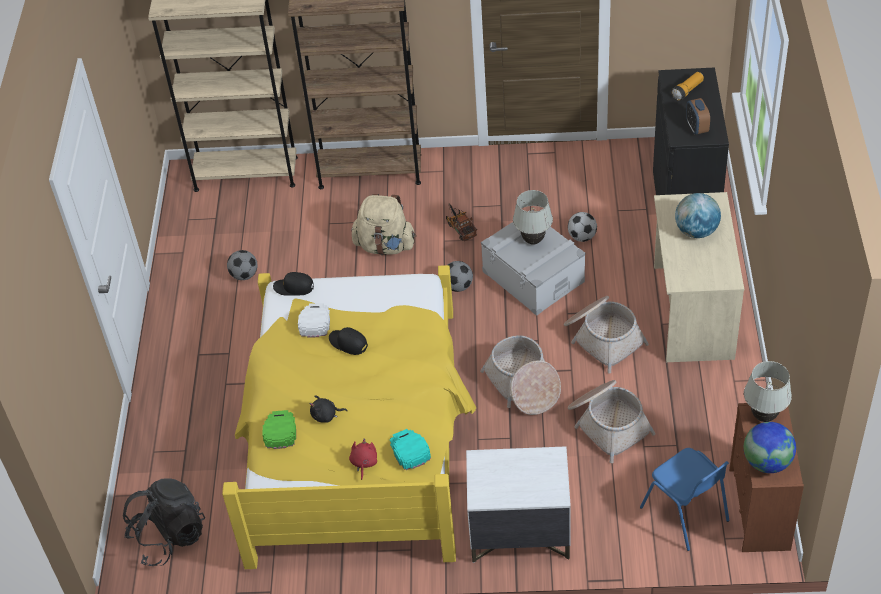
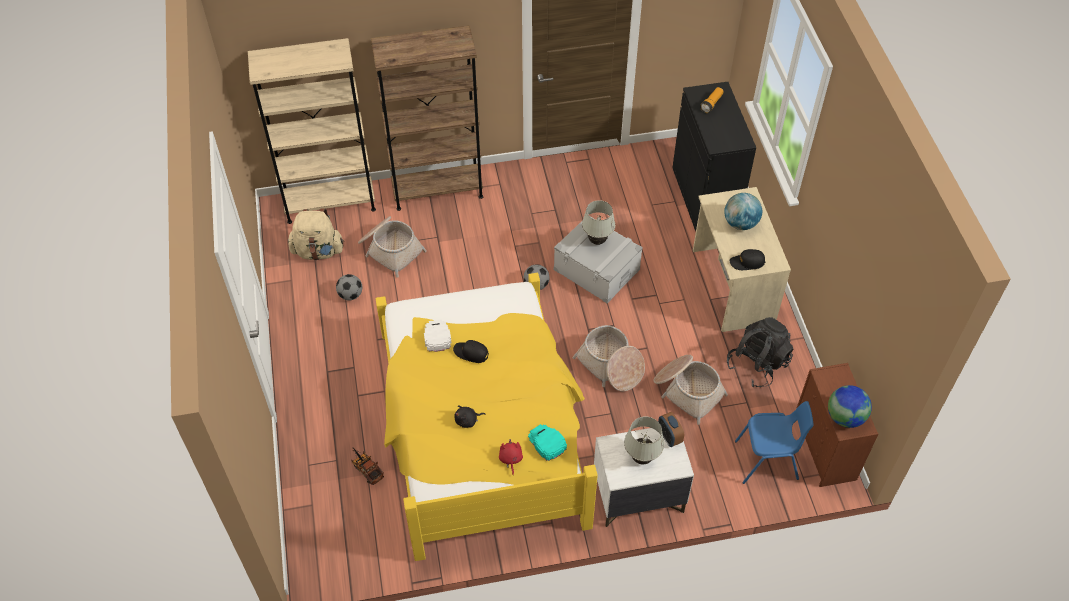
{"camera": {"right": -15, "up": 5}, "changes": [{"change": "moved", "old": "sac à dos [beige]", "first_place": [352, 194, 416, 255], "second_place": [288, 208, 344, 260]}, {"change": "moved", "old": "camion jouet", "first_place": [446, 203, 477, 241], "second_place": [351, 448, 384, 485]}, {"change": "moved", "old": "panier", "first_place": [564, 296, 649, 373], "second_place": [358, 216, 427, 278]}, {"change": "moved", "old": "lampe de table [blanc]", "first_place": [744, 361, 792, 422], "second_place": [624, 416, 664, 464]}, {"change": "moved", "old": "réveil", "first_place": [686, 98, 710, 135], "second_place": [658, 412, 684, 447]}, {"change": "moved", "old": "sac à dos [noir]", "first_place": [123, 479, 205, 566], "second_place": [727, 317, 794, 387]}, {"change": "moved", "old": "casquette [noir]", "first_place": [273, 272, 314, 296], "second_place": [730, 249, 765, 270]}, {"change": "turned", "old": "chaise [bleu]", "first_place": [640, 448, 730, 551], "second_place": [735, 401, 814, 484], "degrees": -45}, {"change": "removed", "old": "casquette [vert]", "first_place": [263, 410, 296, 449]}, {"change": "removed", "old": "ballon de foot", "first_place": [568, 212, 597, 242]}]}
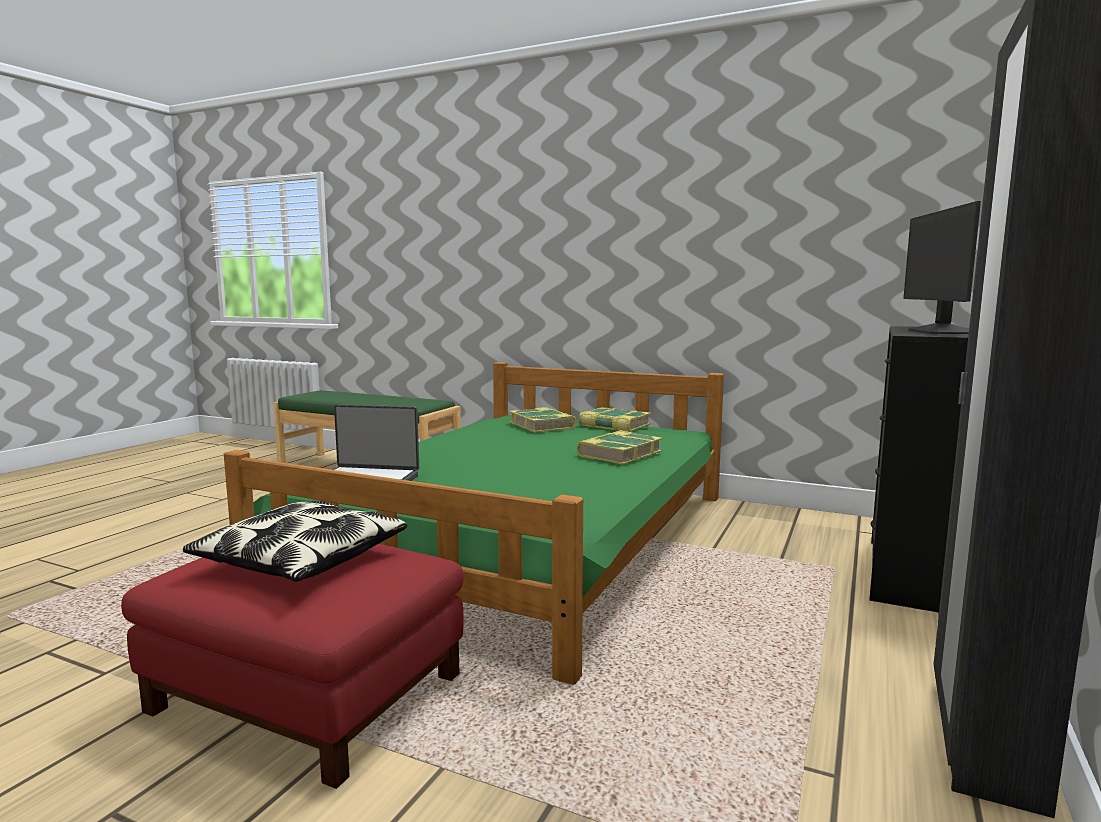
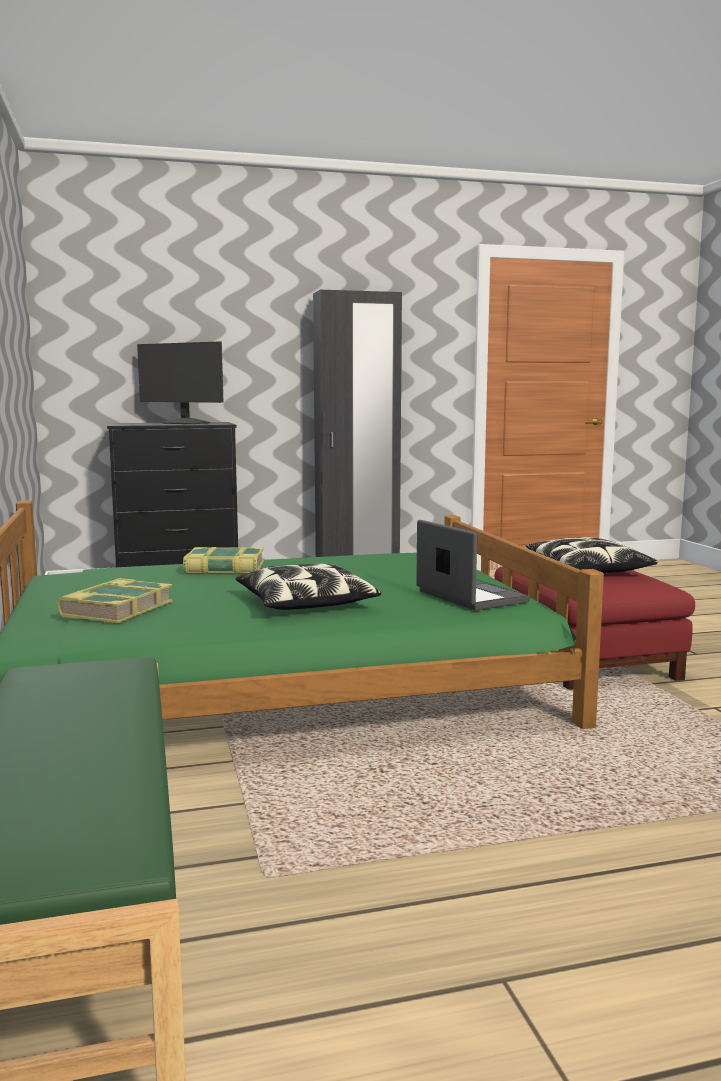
{"camera": {"right": -130, "up": 0}, "changes": [{"change": "turned", "old": "écran d'ordinateur", "first_place": [903, 201, 981, 334], "second_place": [137, 341, 224, 424], "degrees": 60}, {"change": "added", "new": "coussin", "second_place": [236, 564, 381, 610]}, {"change": "removed", "old": "livre", "first_place": [579, 407, 651, 432]}]}
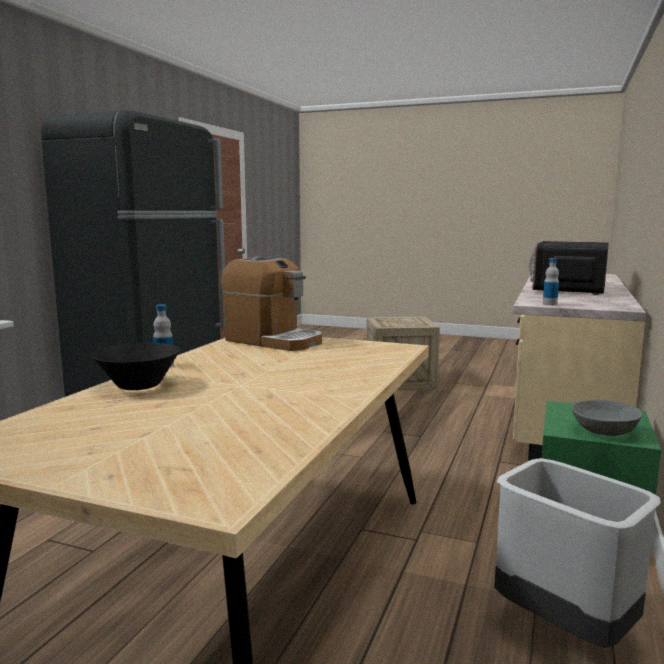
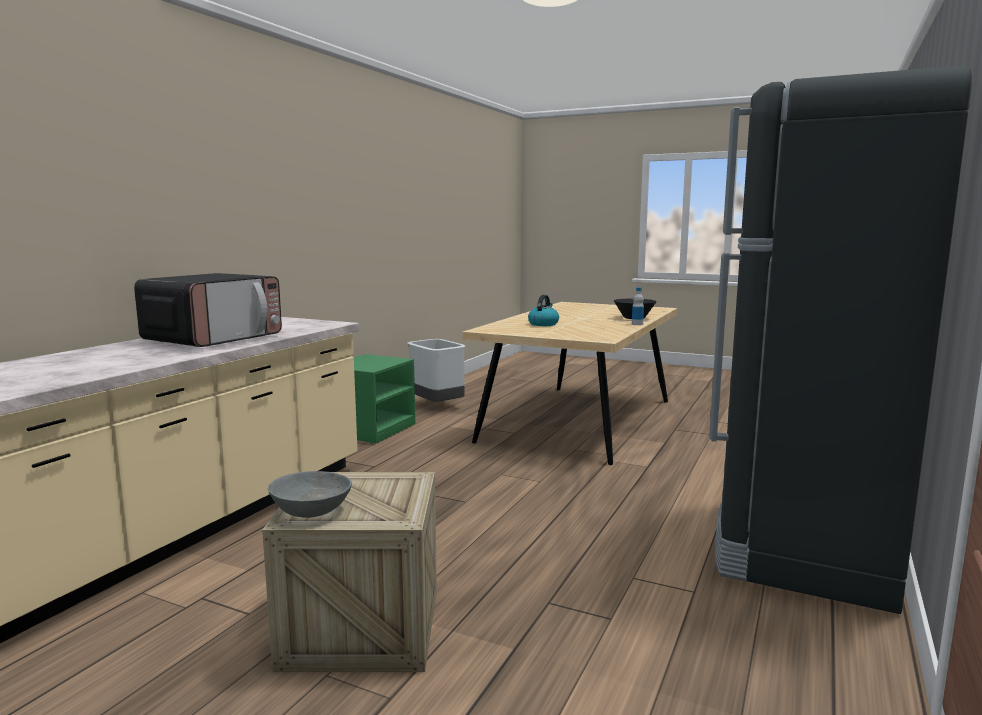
{"camera": {"right": -175, "up": 0}, "changes": [{"change": "moved", "old": "bol [gris]", "first_place": [572, 400, 642, 436], "second_place": [268, 471, 352, 518]}, {"change": "added", "new": "bouilloire", "second_place": [528, 295, 559, 326]}, {"change": "removed", "old": "machine à café", "first_place": [221, 257, 322, 351]}, {"change": "removed", "old": "bouteille", "first_place": [543, 258, 559, 305]}]}
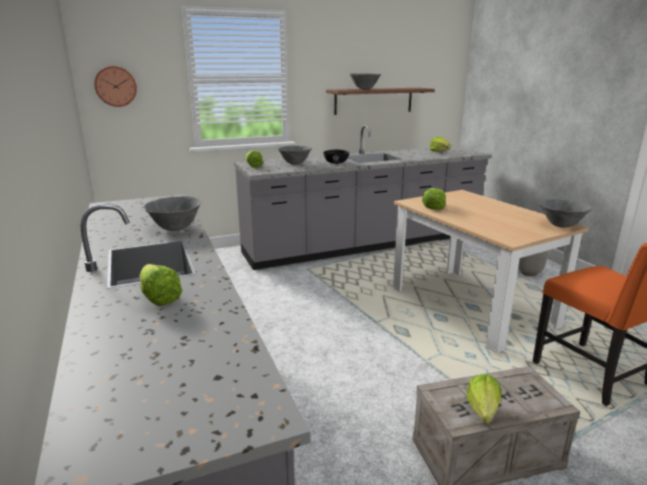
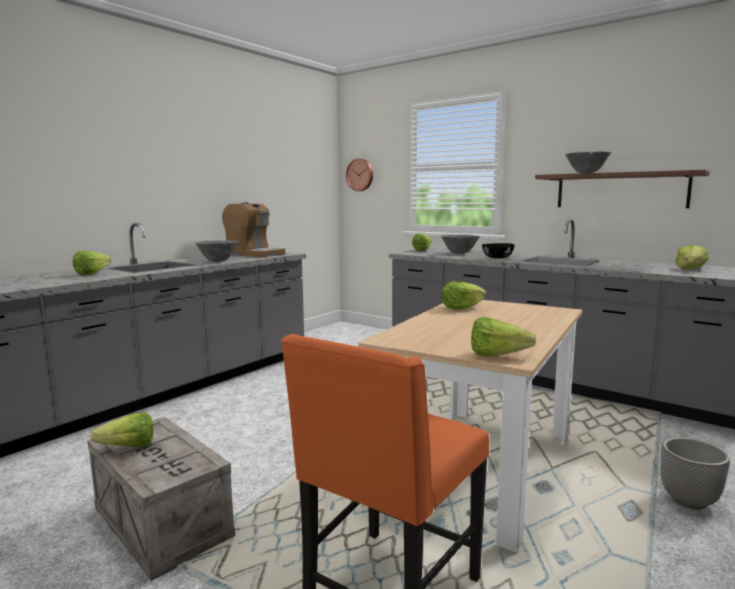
{"camera": {"right": 60, "up": -10}, "changes": [{"change": "added", "new": "machine à café", "second_place": [222, 202, 285, 258]}, {"change": "replaced", "old": "bol [gris]", "new": "laitue", "first_place": [540, 199, 592, 228], "second_place": [471, 317, 537, 356]}]}
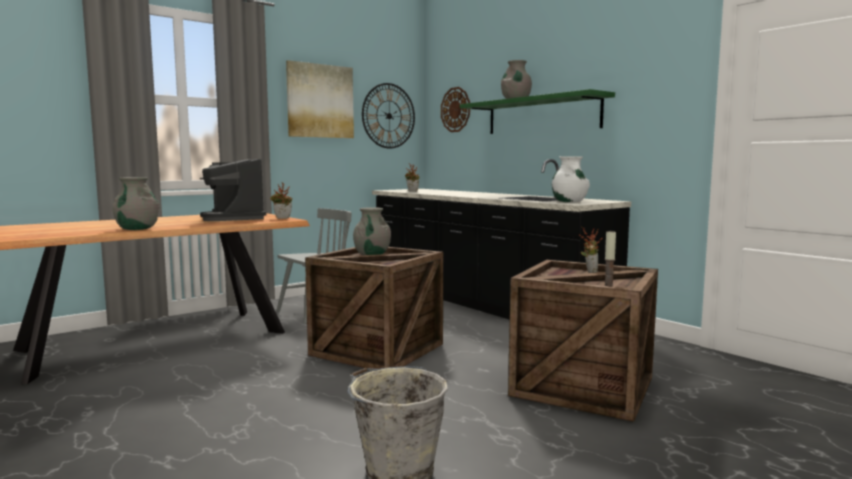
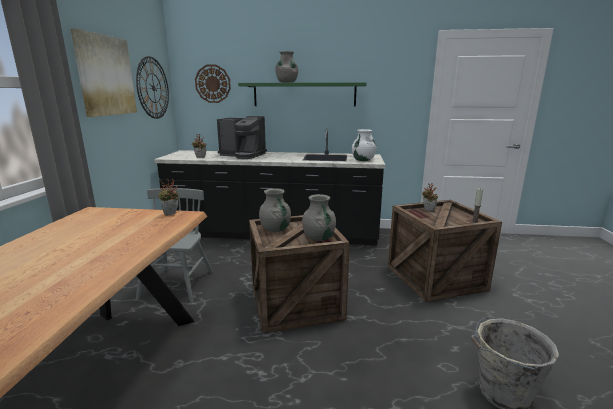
{"camera": {"right": -45, "up": 10}, "changes": [{"change": "moved", "old": "machine à café", "first_place": [200, 159, 266, 221], "second_place": [217, 116, 267, 159]}, {"change": "moved", "old": "vase [gris]", "first_place": [112, 177, 160, 230], "second_place": [302, 194, 336, 241]}]}
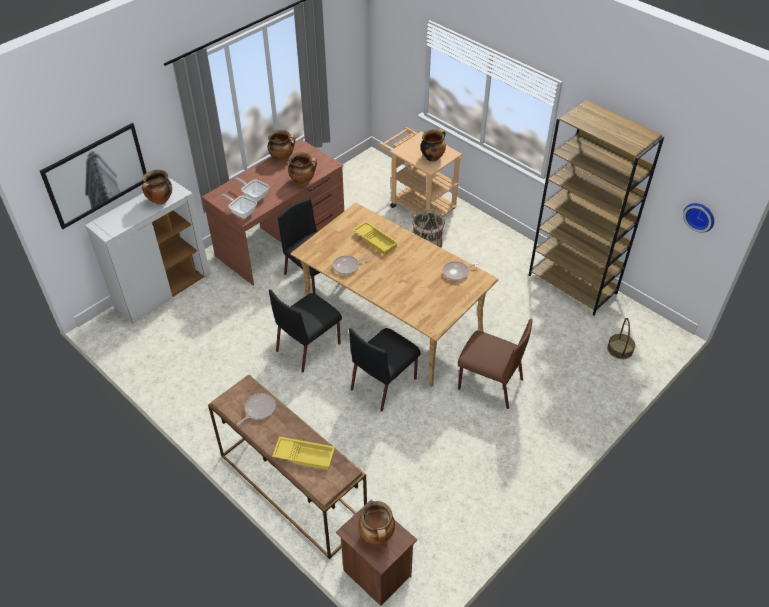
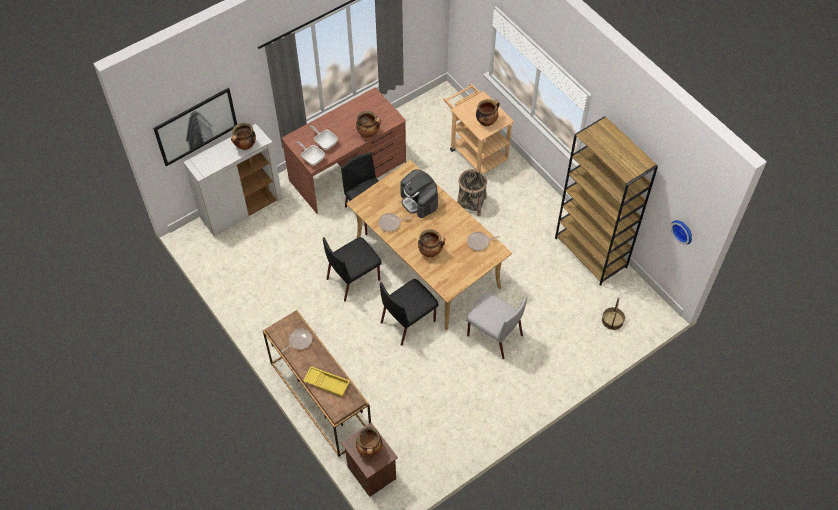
{"camera": {"right": 10, "up": 10}, "changes": [{"change": "replaced", "old": "plateau [jaune]", "new": "machine à café", "first_place": [353, 221, 398, 255], "second_place": [400, 169, 438, 218]}, {"change": "moved", "old": "marmite", "first_place": [268, 130, 295, 162], "second_place": [418, 229, 445, 257]}, {"change": "recoloured", "old": "chaise [marron]", "new": "chaise [gris]", "first_place": [458, 319, 532, 409], "second_place": [466, 292, 528, 359]}]}
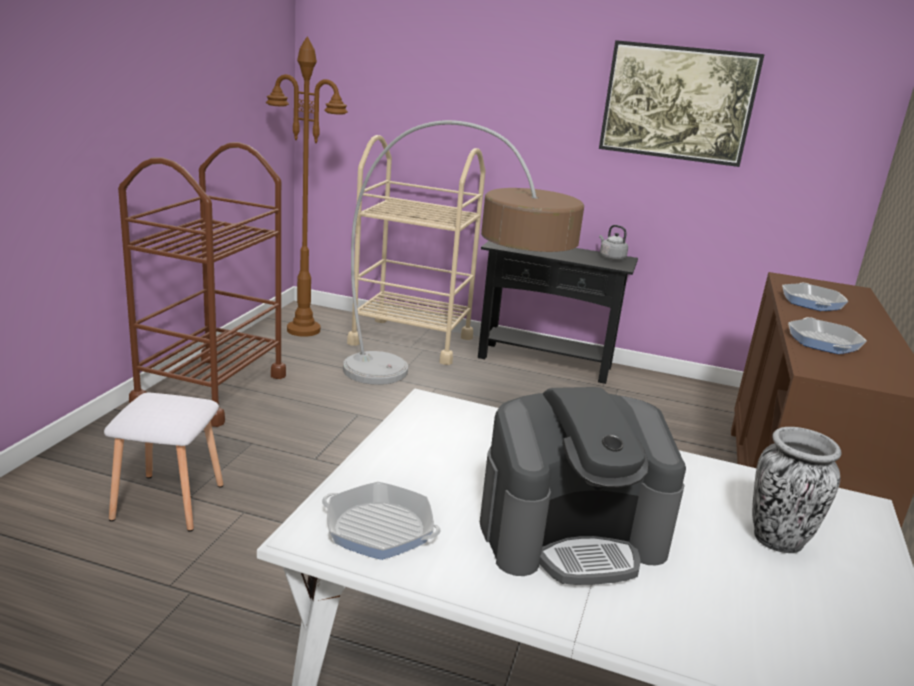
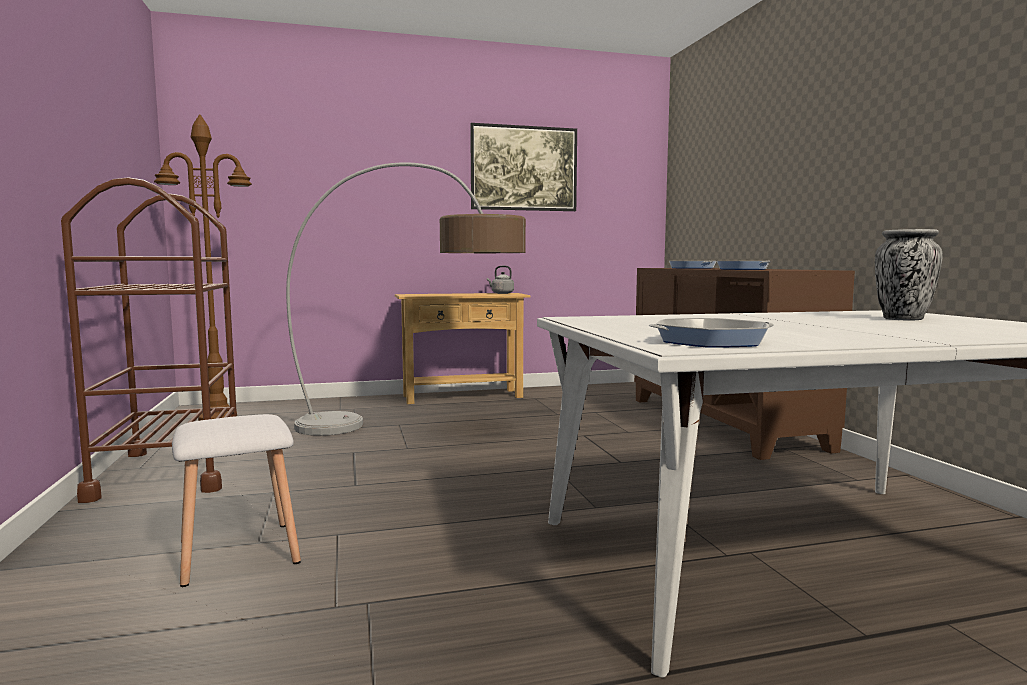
{"camera": {"right": -30, "up": -15}, "changes": [{"change": "recoloured", "old": "table console [noir]", "new": "table console [beige]", "first_place": [478, 241, 638, 384], "second_place": [395, 293, 531, 404]}, {"change": "removed", "old": "chariot [beige]", "first_place": [347, 135, 485, 365]}, {"change": "removed", "old": "machine à café", "first_place": [480, 387, 686, 585]}]}
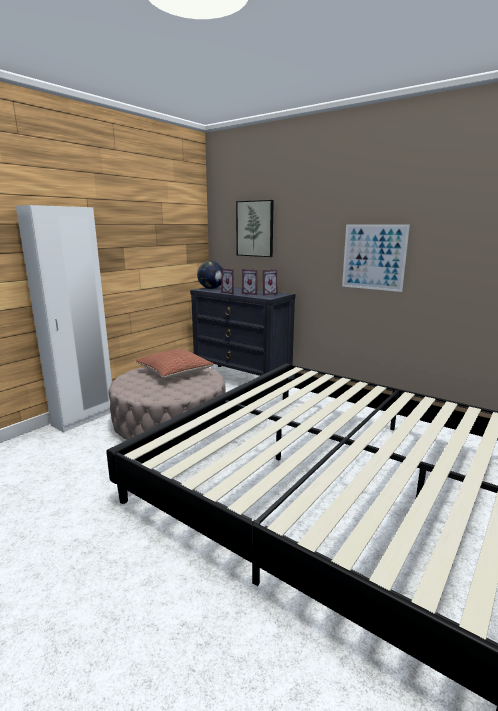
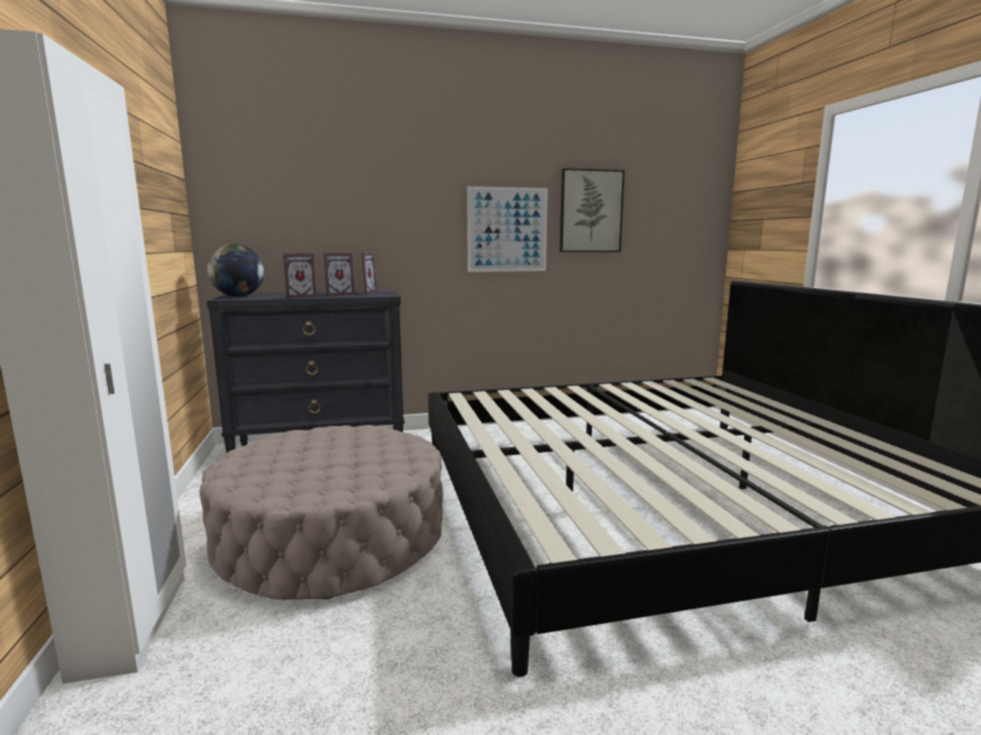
{"camera": {"right": -50, "up": -5}, "changes": [{"change": "moved", "old": "tableau", "first_place": [236, 200, 274, 257], "second_place": [560, 168, 625, 252]}, {"change": "removed", "old": "coussin", "first_place": [136, 349, 214, 378]}]}
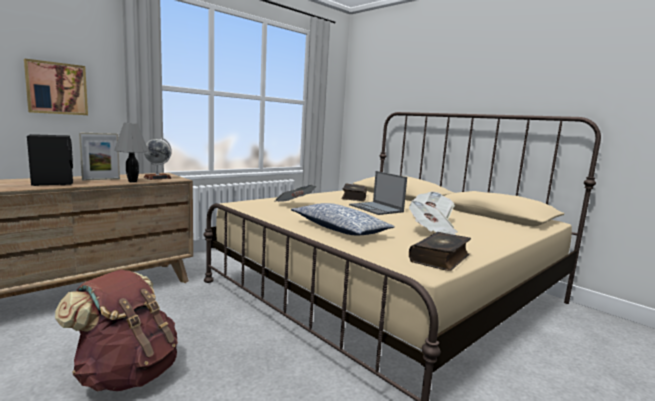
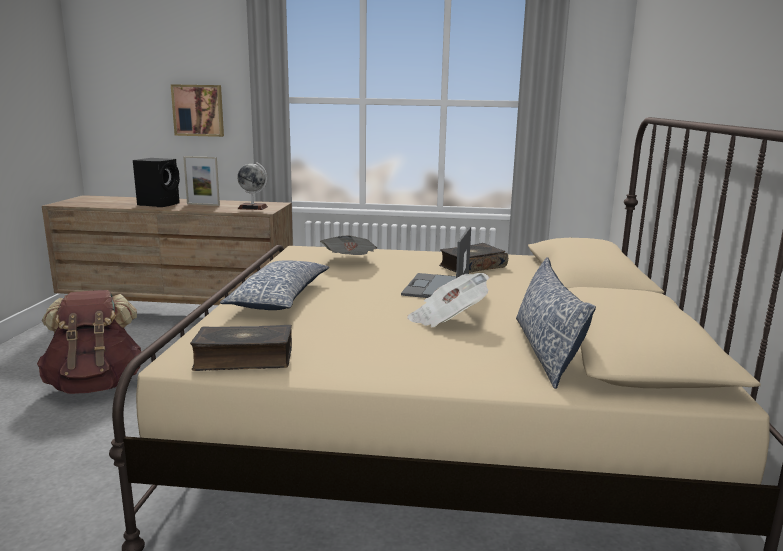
{"camera": {"right": 50, "up": 5}, "changes": [{"change": "added", "new": "coussin", "second_place": [516, 257, 596, 389]}, {"change": "removed", "old": "lampe de table [gris]", "first_place": [114, 123, 148, 182]}, {"change": "removed", "old": "journal", "first_place": [409, 200, 458, 235]}]}
